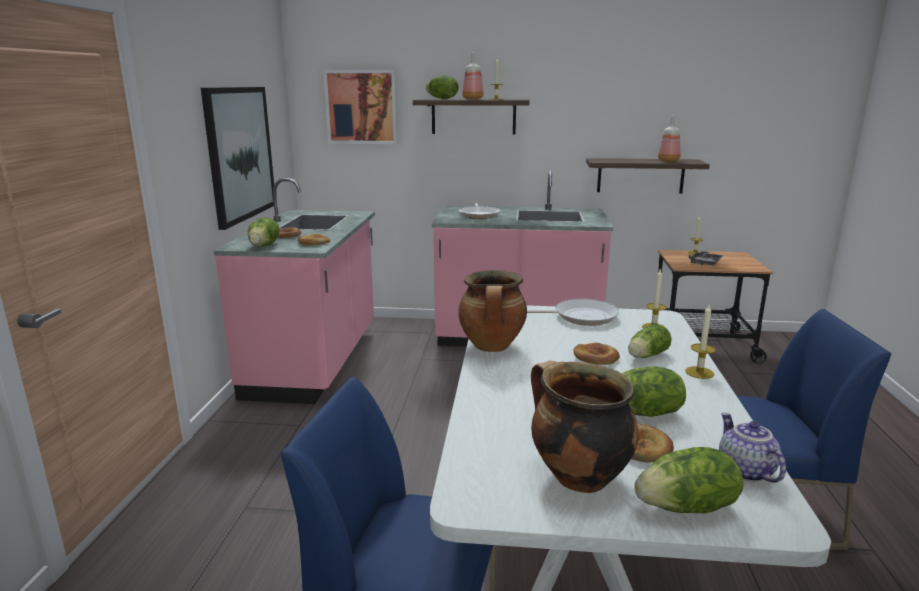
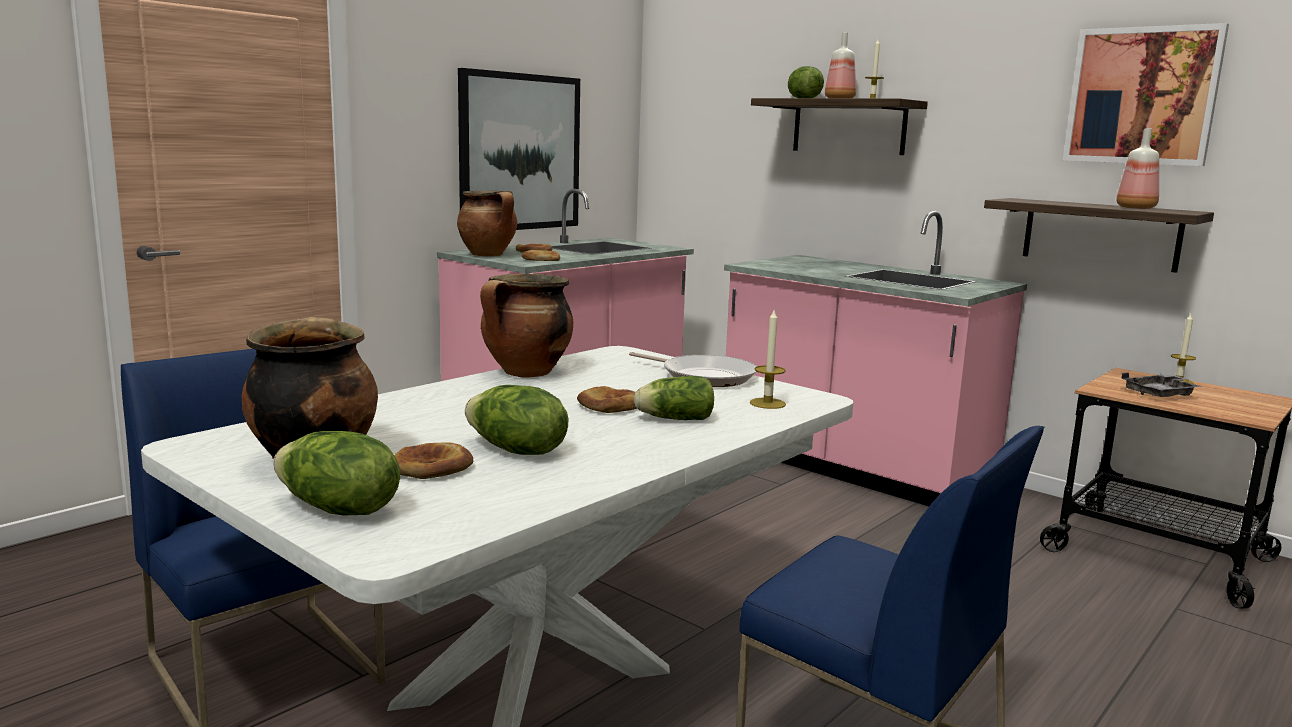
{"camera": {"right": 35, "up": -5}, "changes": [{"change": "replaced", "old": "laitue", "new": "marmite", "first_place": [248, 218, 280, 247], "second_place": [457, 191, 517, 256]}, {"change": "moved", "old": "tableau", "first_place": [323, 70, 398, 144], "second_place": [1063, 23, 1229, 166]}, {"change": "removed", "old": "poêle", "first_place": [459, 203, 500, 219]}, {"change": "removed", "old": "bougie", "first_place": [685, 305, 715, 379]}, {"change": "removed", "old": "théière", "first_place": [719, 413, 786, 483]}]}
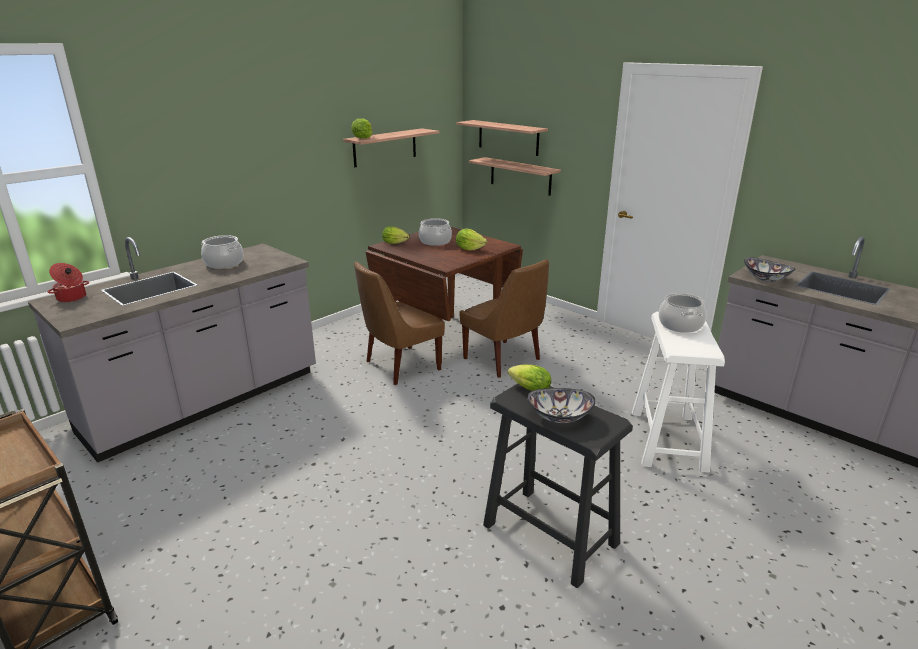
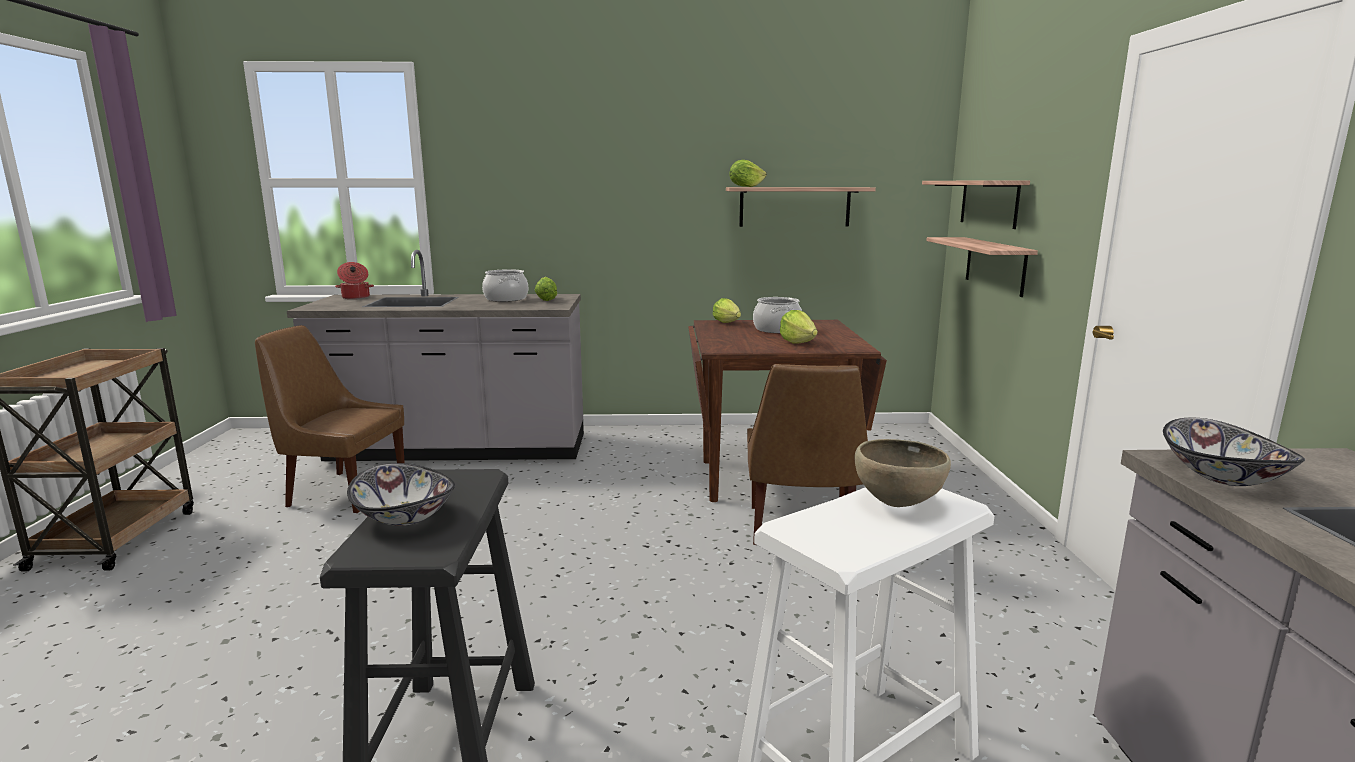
{"camera": {"right": 45, "up": -10}, "changes": [{"change": "moved", "old": "chaise [marron]", "first_place": [354, 261, 445, 385], "second_place": [255, 325, 405, 513]}, {"change": "moved", "old": "laitue", "first_place": [508, 365, 551, 391], "second_place": [535, 277, 557, 301]}, {"change": "replaced", "old": "marmite", "new": "bol [marron]", "first_place": [659, 293, 706, 333], "second_place": [854, 439, 951, 507]}]}
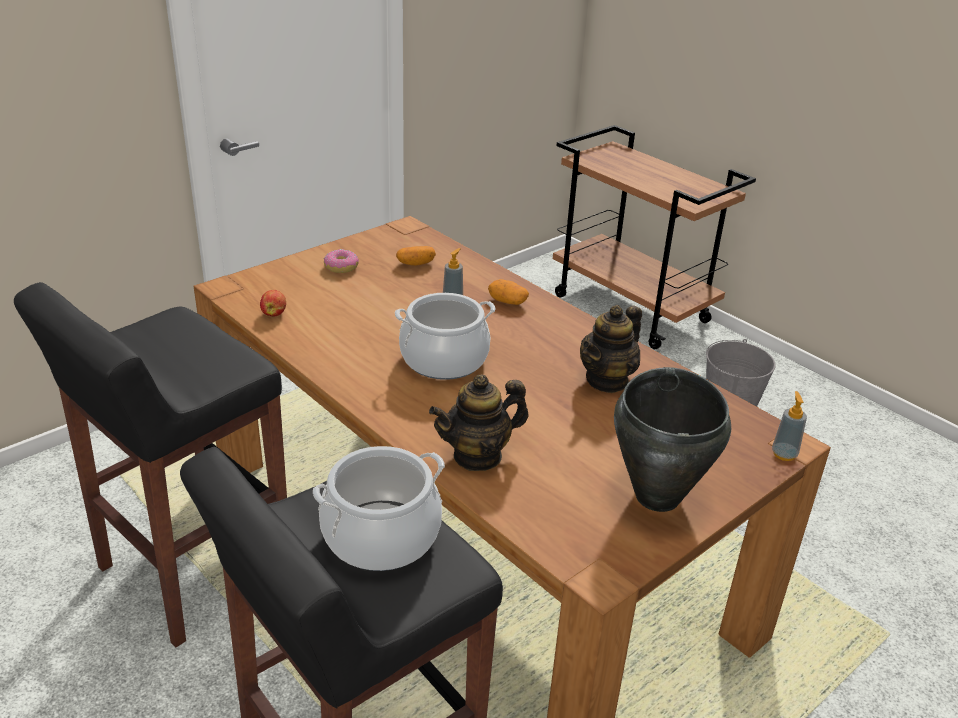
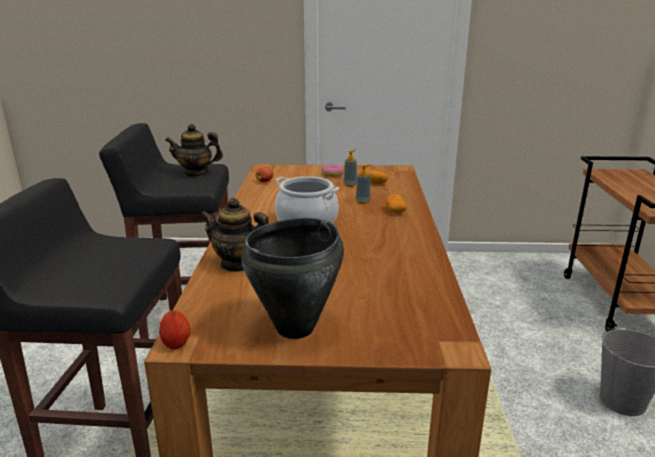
{"camera": {"right": 45, "up": -10}, "changes": [{"change": "added", "new": "pomme", "second_place": [159, 310, 191, 349]}, {"change": "moved", "old": "théière", "first_place": [580, 305, 642, 393], "second_place": [165, 124, 223, 177]}, {"change": "moved", "old": "distributeur de savon", "first_place": [772, 391, 807, 461], "second_place": [344, 149, 357, 187]}, {"change": "removed", "old": "marmite", "first_place": [313, 446, 445, 571]}]}
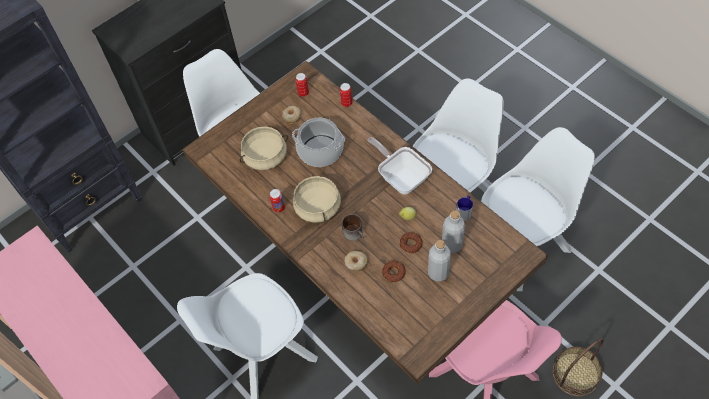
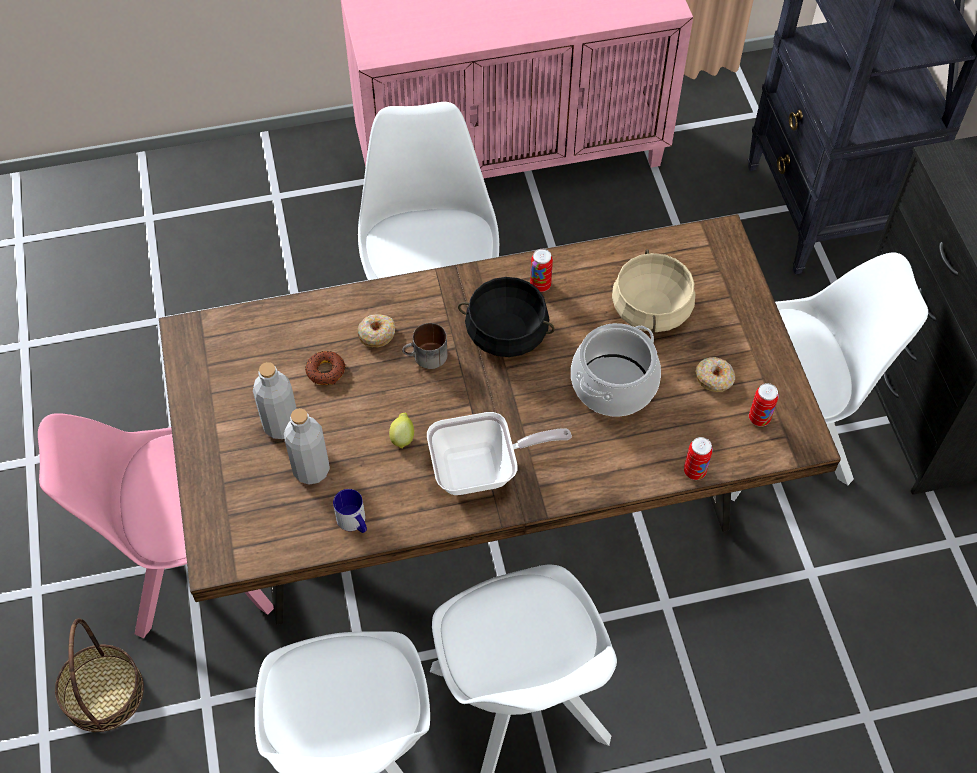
{"camera": {"right": 115, "up": 0}, "changes": [{"change": "recoloured", "old": "marmite [beige]", "new": "marmite [noir]", "first_place": [293, 174, 341, 223], "second_place": [458, 277, 555, 357]}, {"change": "removed", "old": "beignet", "first_place": [400, 232, 423, 253]}]}
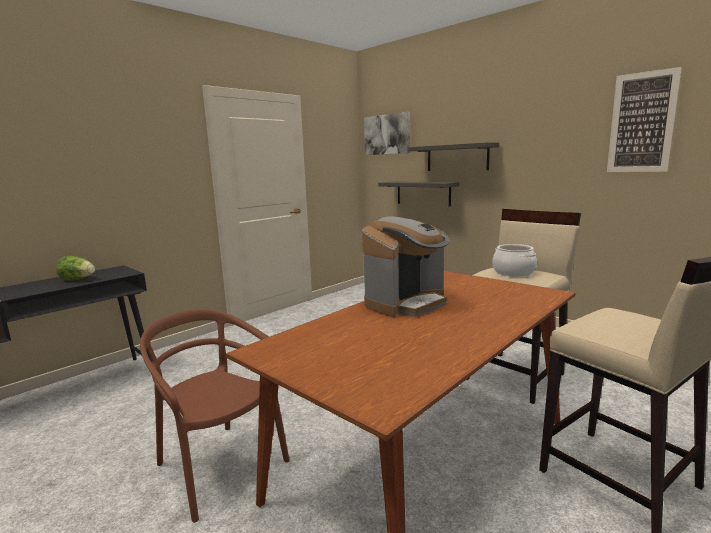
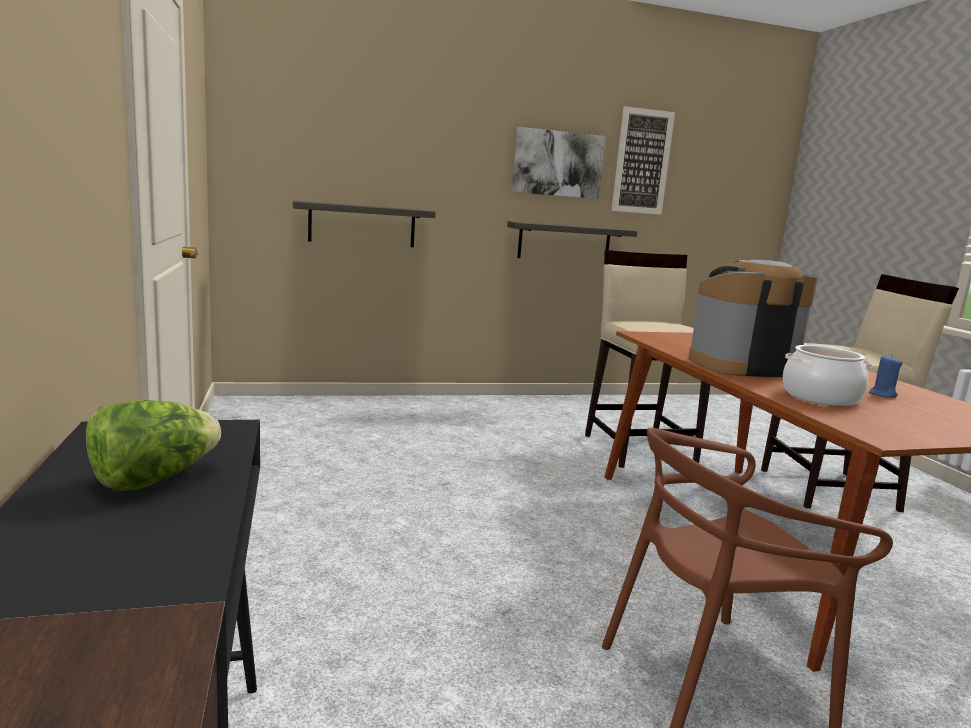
{"camera": {"right": -60, "up": 0}, "changes": [{"change": "moved", "old": "étagère", "first_place": [408, 142, 499, 171], "second_place": [507, 221, 637, 258]}, {"change": "moved", "old": "tableau", "first_place": [364, 112, 410, 155], "second_place": [512, 127, 606, 199]}, {"change": "turned", "old": "machine à café", "first_place": [362, 216, 450, 317], "second_place": [689, 260, 818, 377], "degrees": -90}, {"change": "moved", "old": "marmite", "first_place": [492, 244, 537, 276], "second_place": [783, 345, 872, 406]}, {"change": "added", "new": "bougie [bleu]", "second_place": [869, 355, 902, 398]}]}
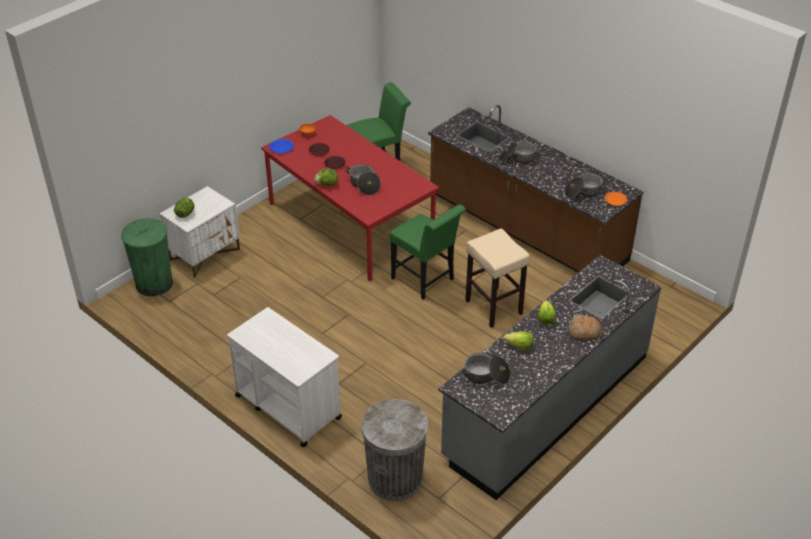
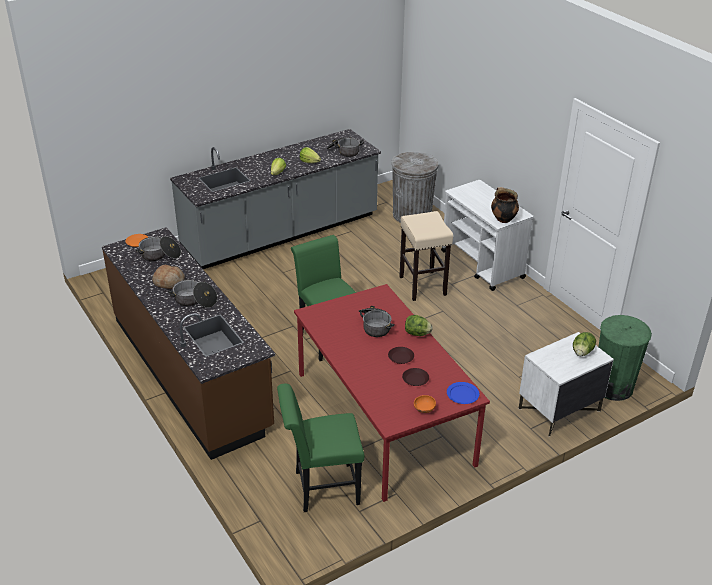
{"camera": {"right": -165, "up": -5}, "changes": [{"change": "moved", "old": "pain", "first_place": [568, 315, 602, 341], "second_place": [152, 265, 185, 289]}, {"change": "moved", "old": "tabouret [beige]", "first_place": [465, 229, 530, 328], "second_place": [399, 211, 453, 301]}, {"change": "added", "new": "marmite", "second_place": [491, 187, 519, 223]}]}
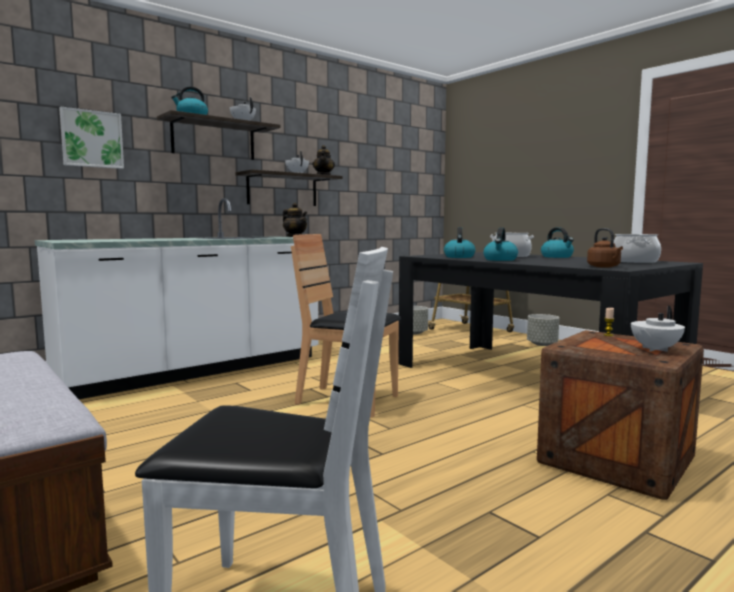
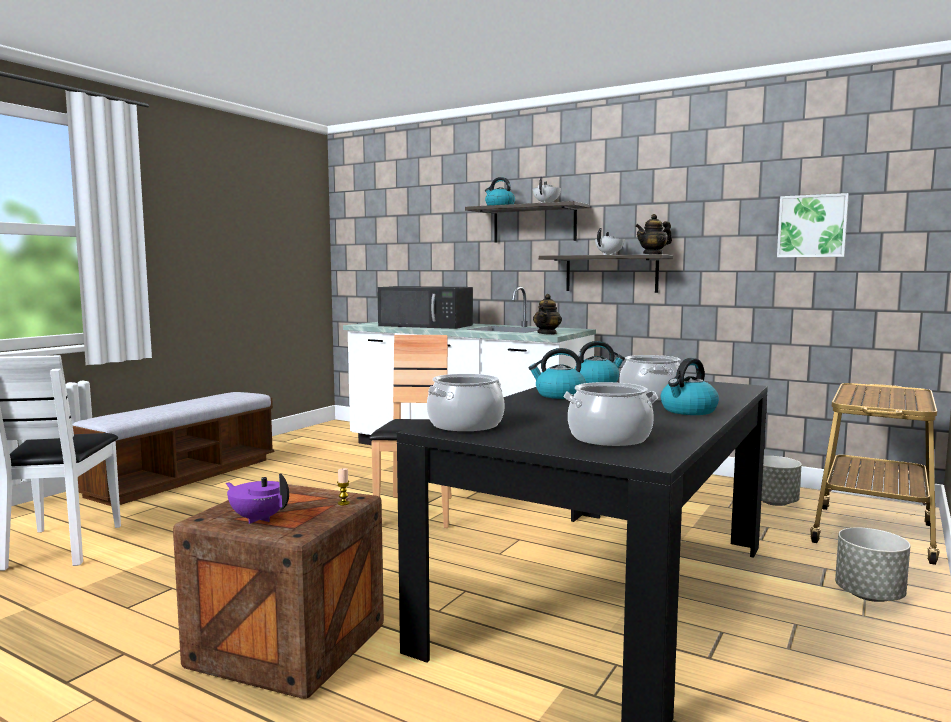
{"camera": {"right": 70, "up": 0}, "changes": [{"change": "recoloured", "old": "théière [blanc]", "new": "théière [violet]", "first_place": [631, 306, 685, 352], "second_place": [226, 474, 289, 524]}, {"change": "added", "new": "micro-ondes [noir]", "second_place": [377, 286, 473, 329]}, {"change": "replaced", "old": "bouilloire [marron]", "new": "marmite", "first_place": [587, 228, 623, 268], "second_place": [427, 374, 505, 432]}, {"change": "moved", "old": "tableau", "first_place": [59, 107, 124, 169], "second_place": [777, 193, 849, 257]}]}
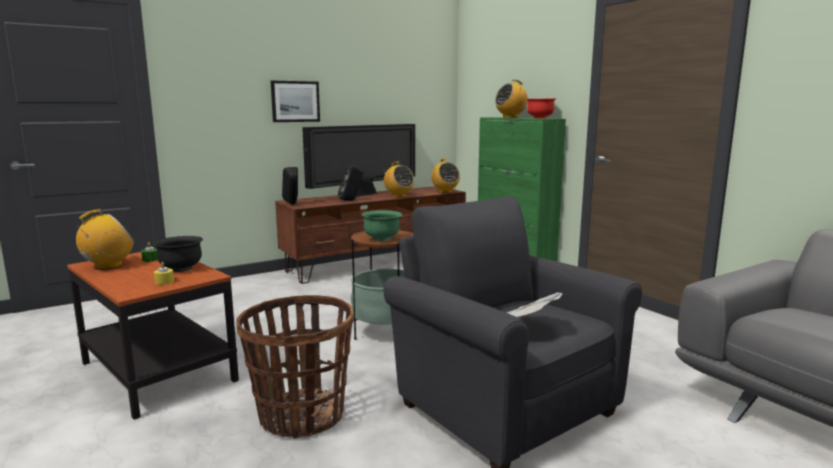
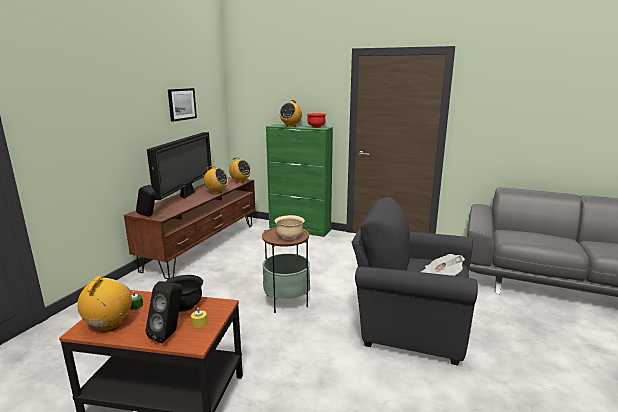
{"camera": {"right": -35, "up": 5}, "changes": [{"change": "moved", "old": "enceinte [noir]", "first_place": [338, 164, 363, 201], "second_place": [146, 281, 183, 343]}, {"change": "moved", "old": "tableau", "first_place": [271, 81, 320, 122], "second_place": [168, 88, 197, 122]}, {"change": "recoloured", "old": "bol [vert]", "new": "bol [beige]", "first_place": [361, 210, 402, 241], "second_place": [275, 215, 305, 240]}, {"change": "removed", "old": "panier", "first_place": [236, 295, 354, 439]}]}
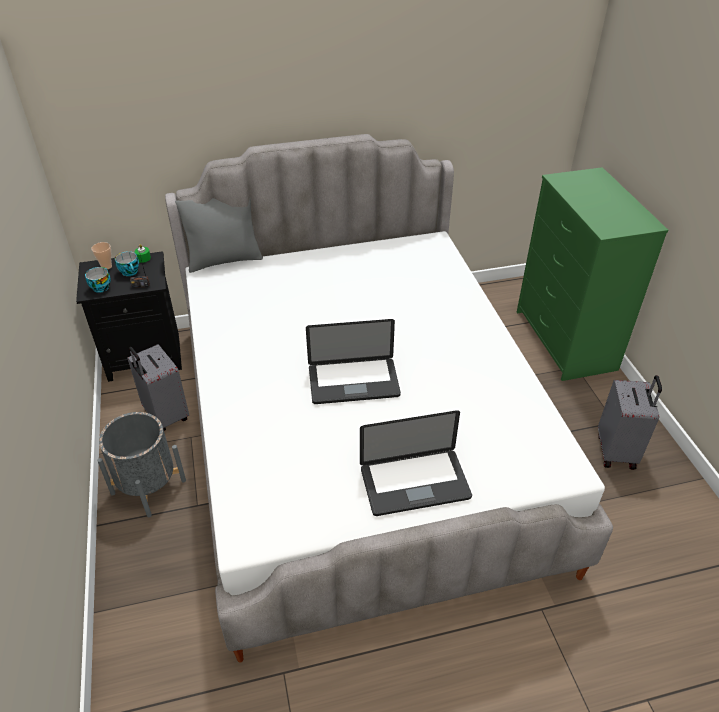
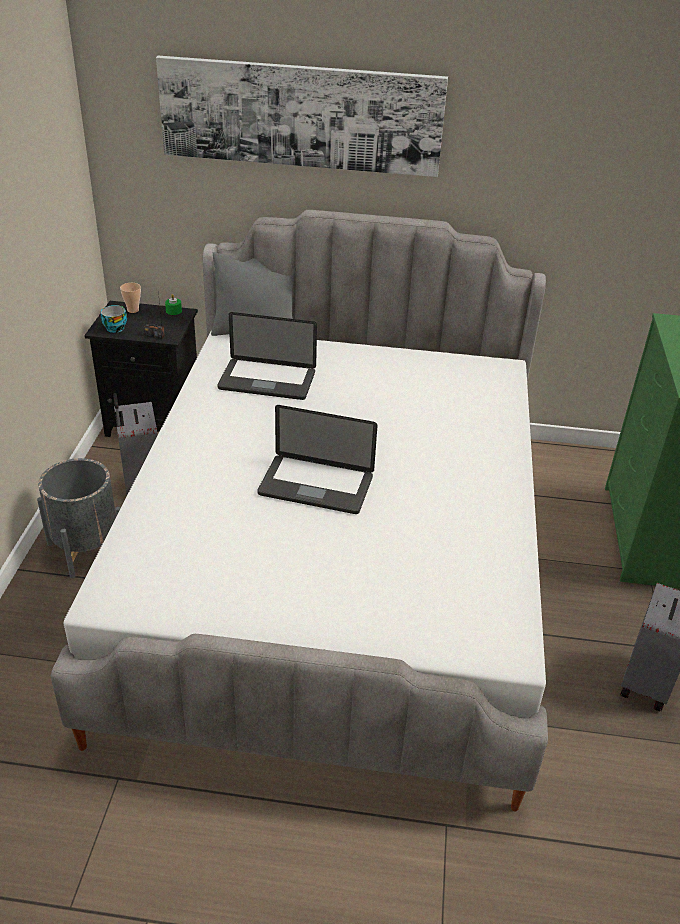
{"camera": {"right": 20, "up": -5}, "changes": [{"change": "added", "new": "tableau", "second_place": [156, 56, 448, 177]}, {"change": "moved", "old": "ordinateur portable", "first_place": [360, 410, 472, 516], "second_place": [217, 312, 317, 400]}, {"change": "removed", "old": "tasse", "first_place": [115, 251, 139, 276]}]}
